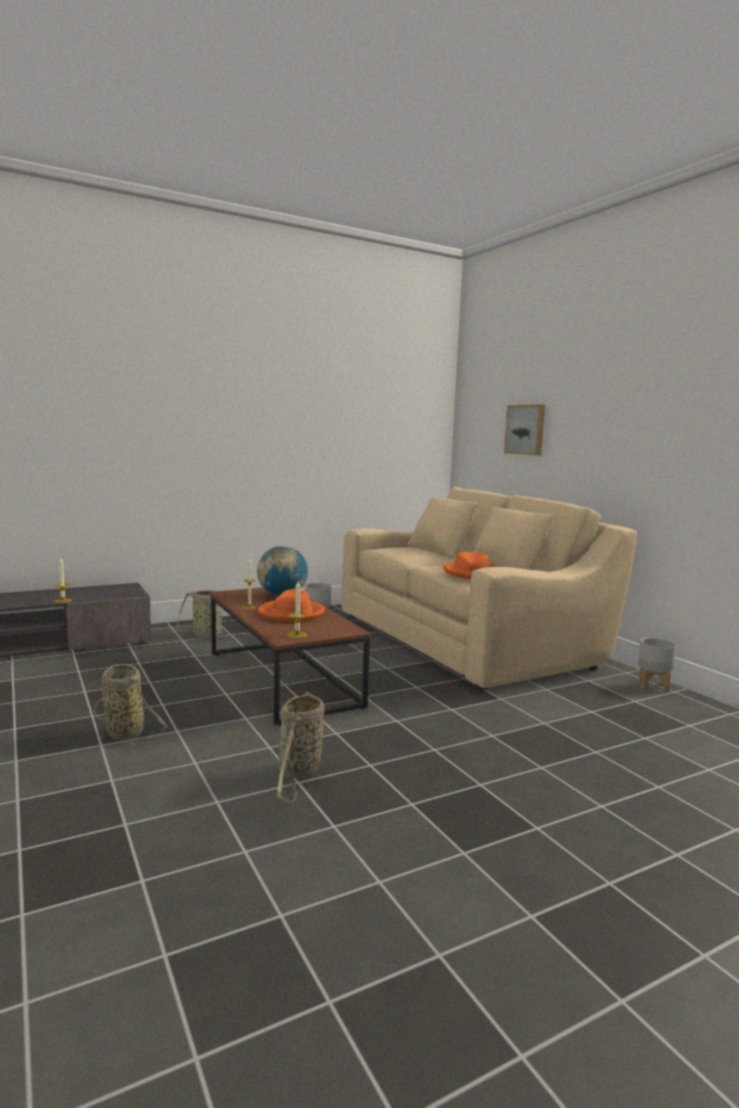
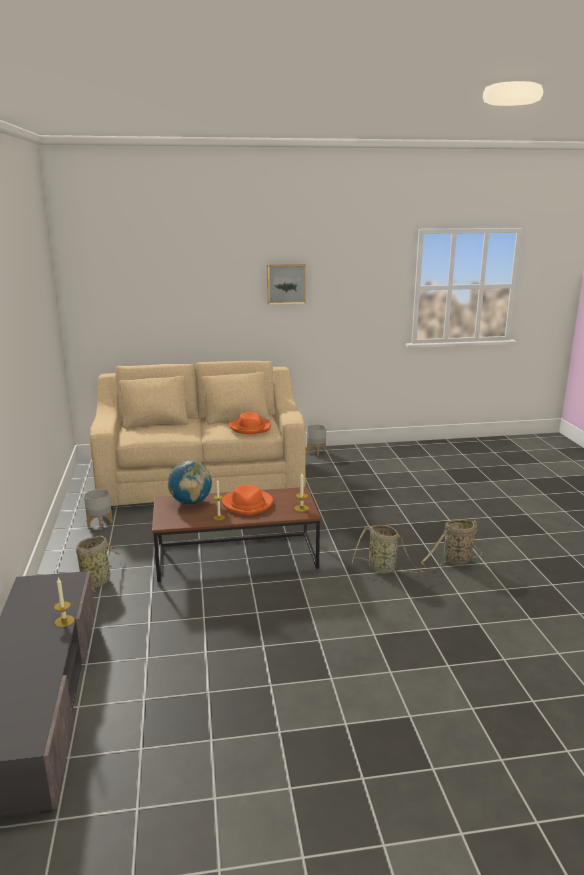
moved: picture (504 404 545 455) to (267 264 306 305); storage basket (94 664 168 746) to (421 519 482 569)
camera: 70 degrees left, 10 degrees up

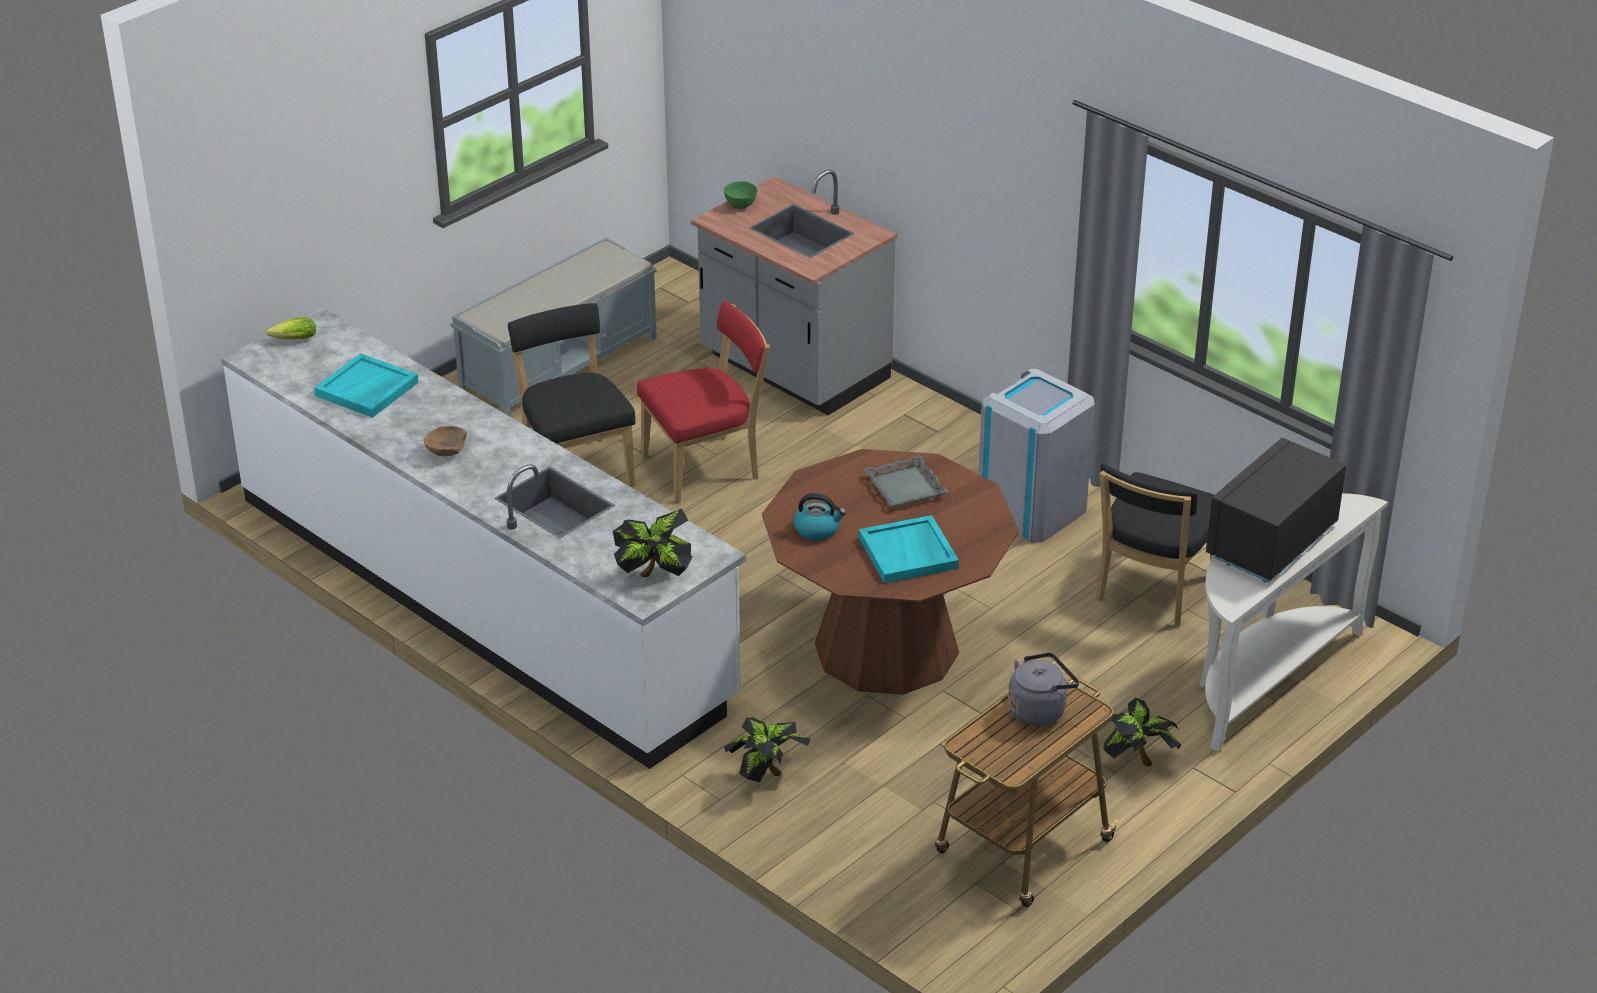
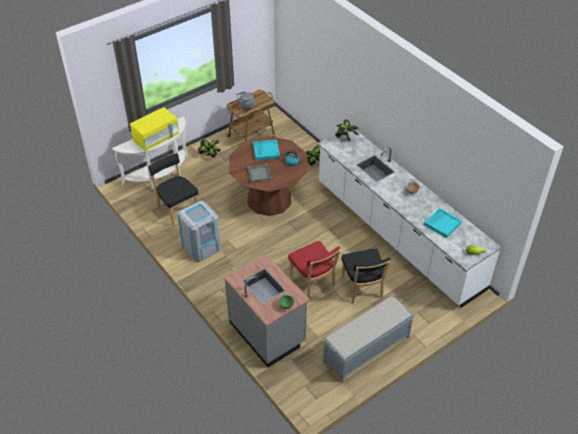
recoloured: kitchen microwave in blackish (1206 437 1346 583) to kitchen microwave in yellowish (130 107 179 151)
turned: upright chair in red (637 301 770 503) = (288 241 341 298) 105 degrees counterclockwise; upright chair in blackish (1096 464 1214 626) = (148 153 199 226) 75 degrees counterclockwise
camera: 170 degrees left, 10 degrees up

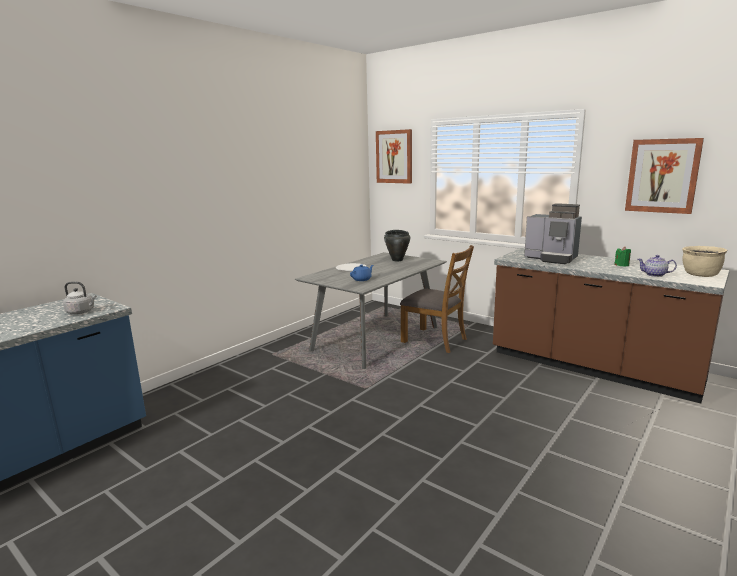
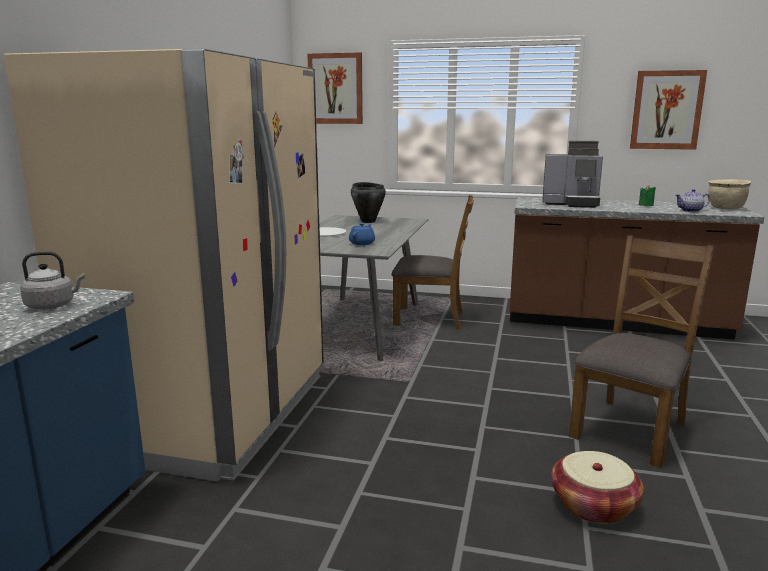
added: kitchen fridge in beige-coloured (4 49 324 482); upright chair in brown-coloured (569 235 715 468); storage basket (551 451 644 524)
camera: 25 degrees left, 0 degrees up

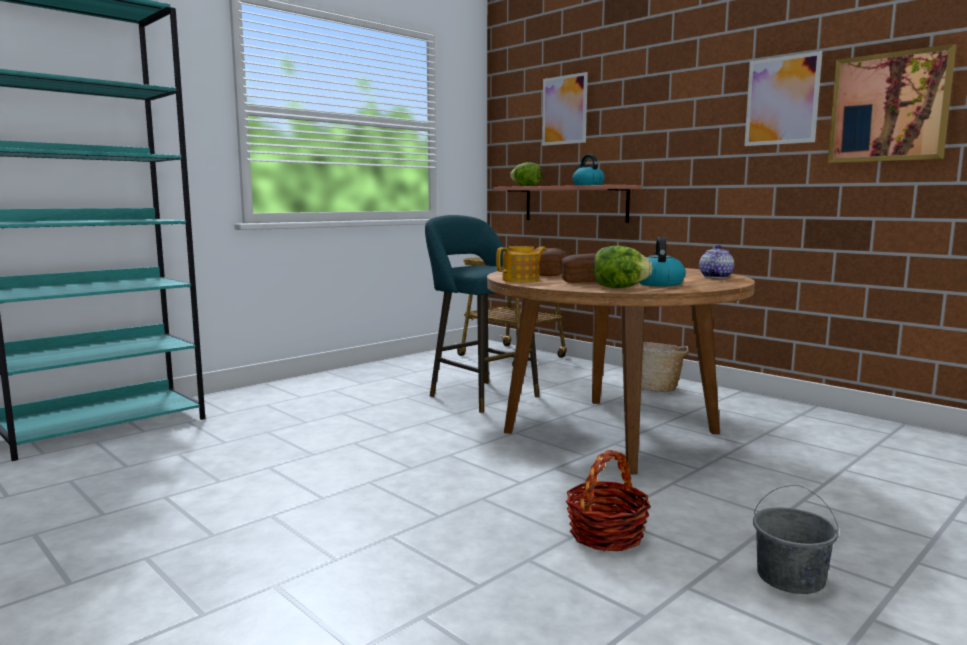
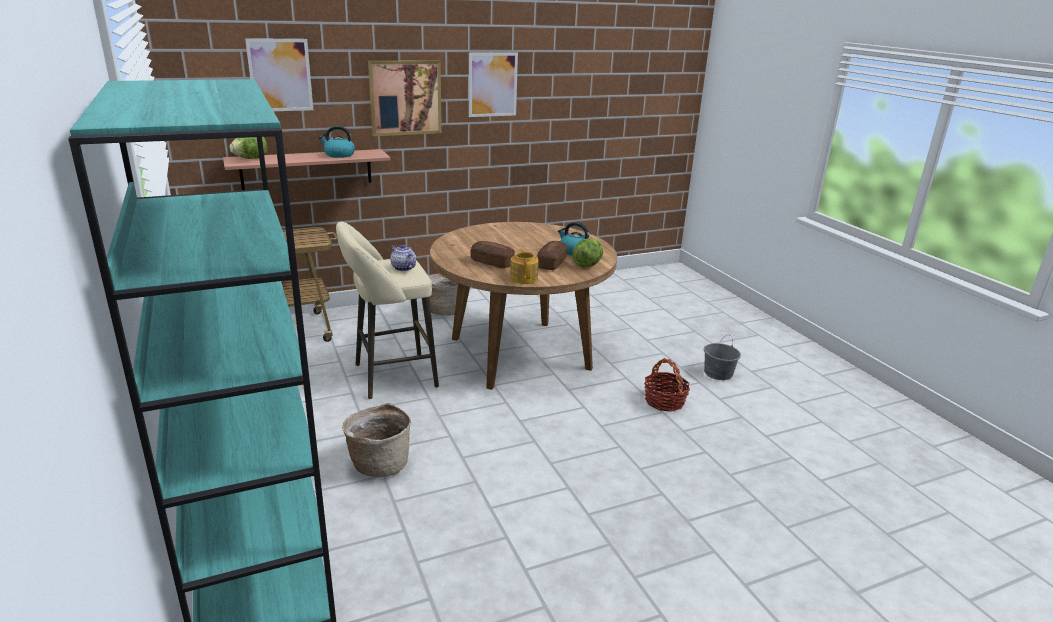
added: storage basket (342 403 411 477)
moved: picture (828 44 956 163) to (368 60 442 136); teapot (699 245 734 278) to (390 245 416 271)
recoloured: sitting stool in turquoise (425 215 539 413) to sitting stool in beige-coloured (336 222 439 399)
camera: 70 degrees left, 15 degrees up

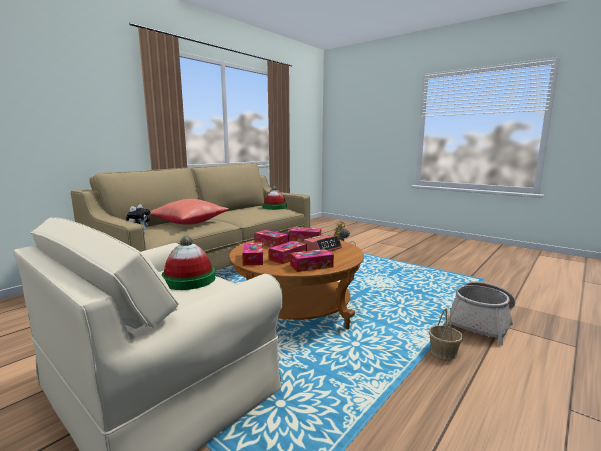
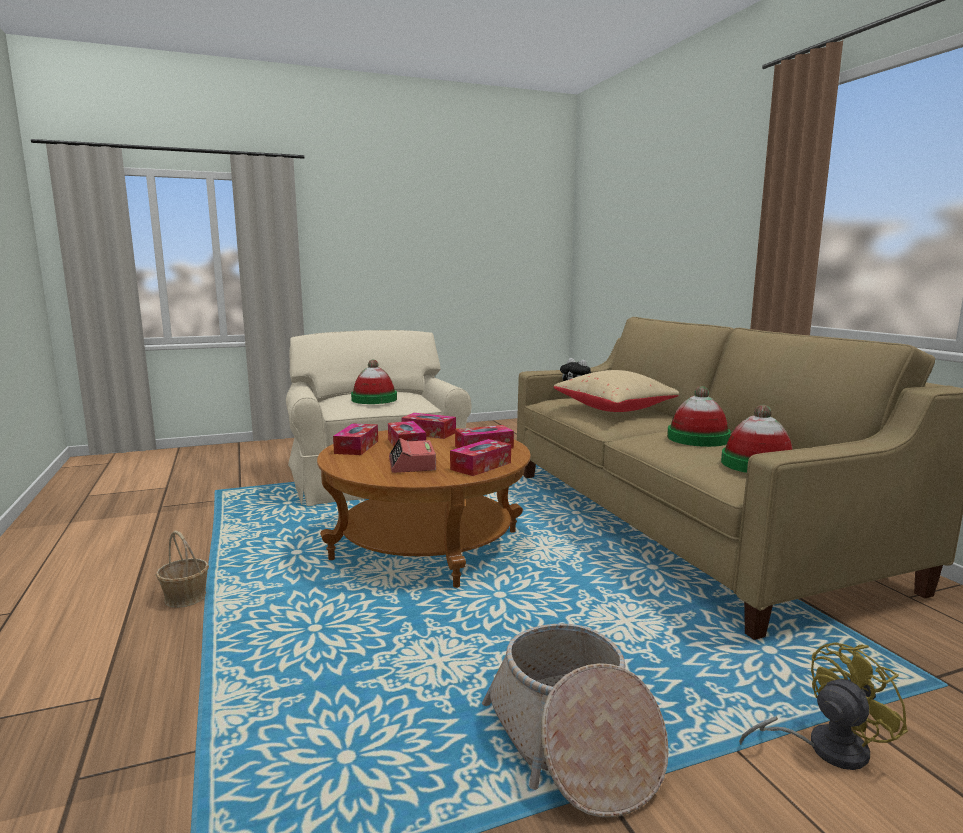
added: hat (667 386 731 447)
moved: storage basket (444 281 515 345) to (482 623 669 817)
recoloured: throw pillow in red (149 199 229 225) to throw pillow in beige-coloured (554 370 679 412)
camera: 120 degrees right, 0 degrees up

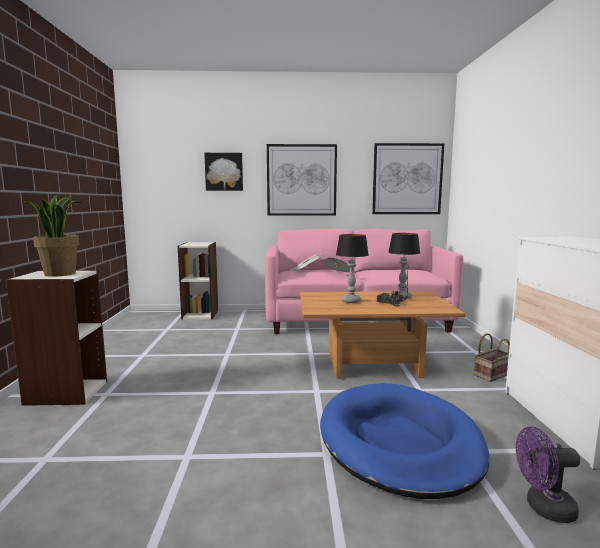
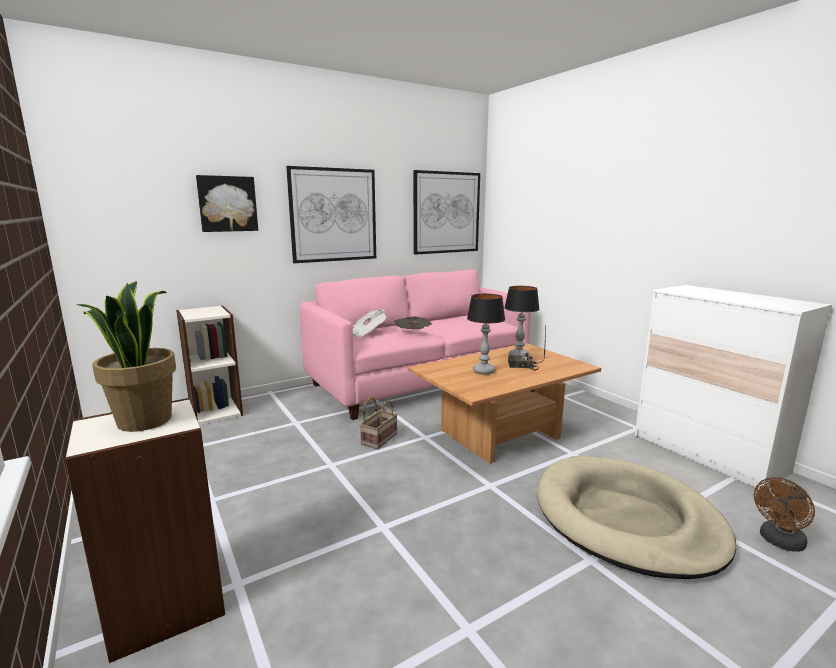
moved: storage basket (474 333 510 382) to (359 397 398 449)
recoloured: pet bed in blue-coloured (320 383 489 499) to pet bed in beige-coloured (537 456 736 579); fan in purplish (516 426 580 523) to fan in brown-coloured (754 477 815 552)
camera: 30 degrees left, 5 degrees up

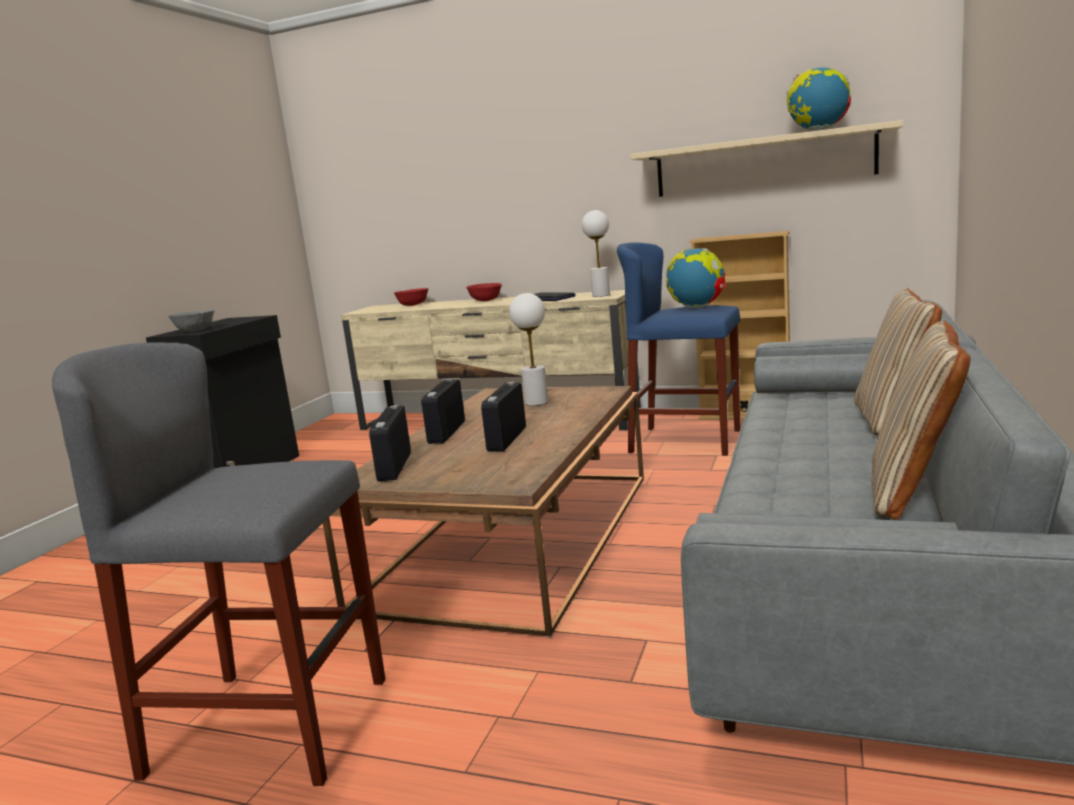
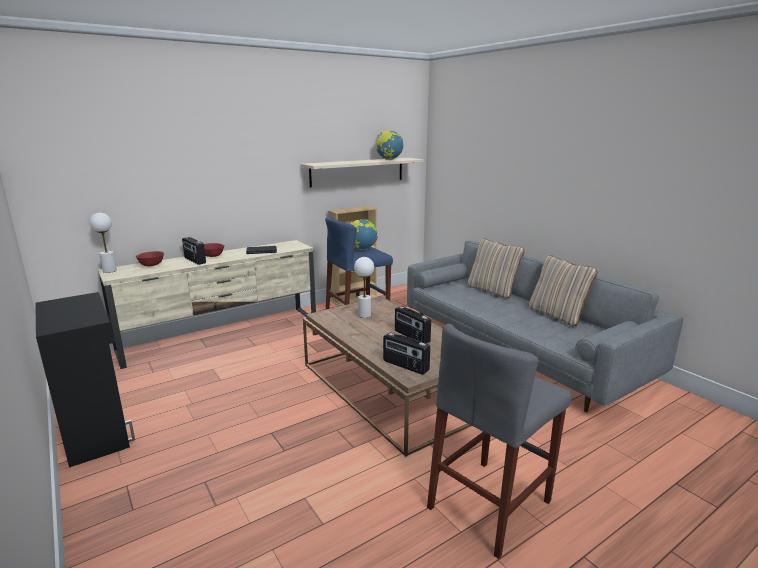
removed: serving bowl in gray (168 310 214 332)
moved: table lamp in white-coloured (582 210 610 297) to (90 213 117 273); radio set (421 378 465 444) to (182 237 206 265)
camera: 55 degrees left, 5 degrees up

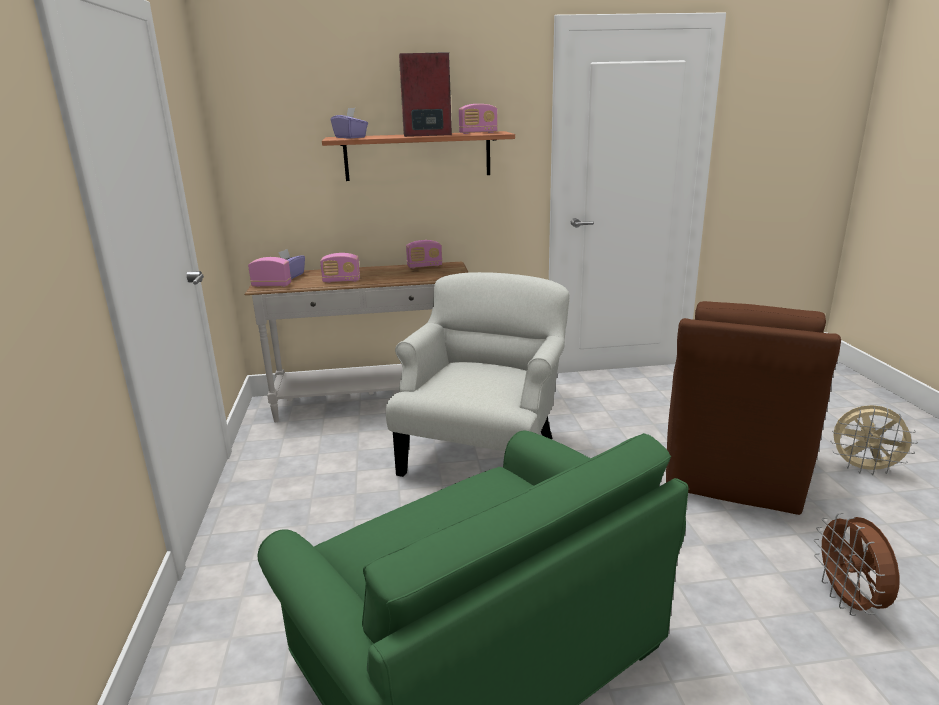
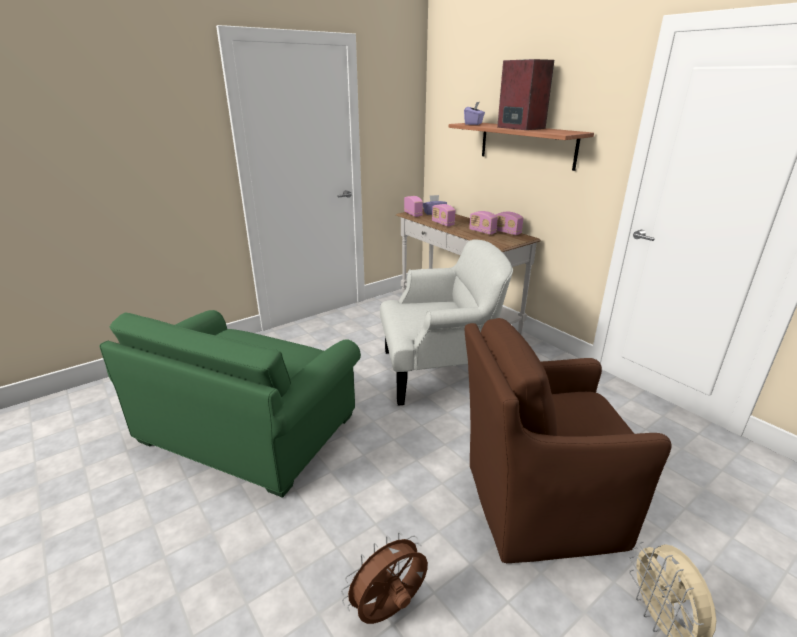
moved: radio set (459 104 498 134) to (469 211 498 235)
camera: 60 degrees right, 5 degrees up

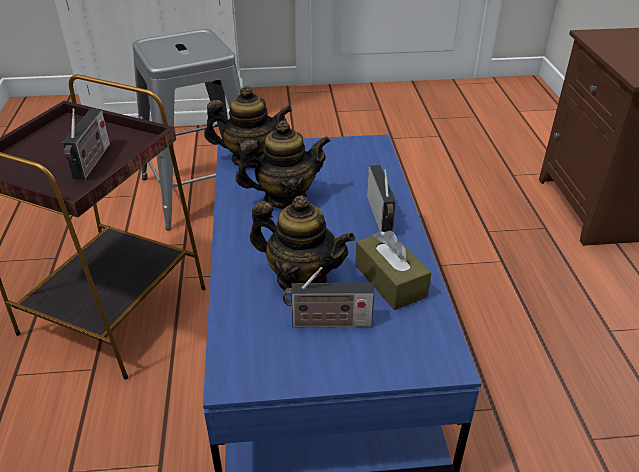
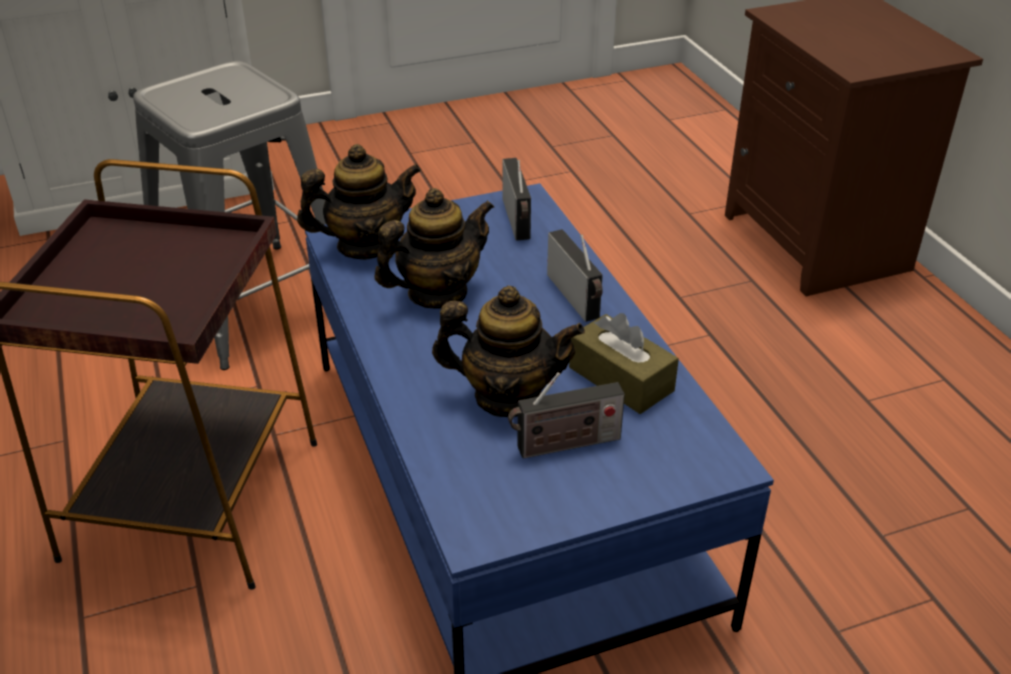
moved: radio set (62 109 110 180) to (502 158 531 241)
camera: 15 degrees left, 0 degrees up

